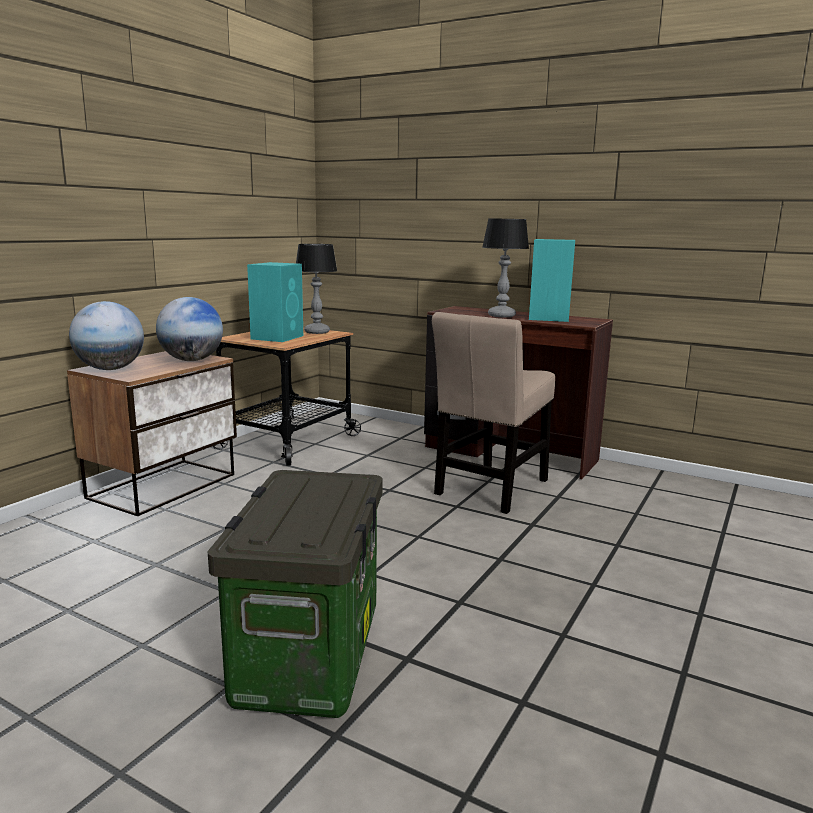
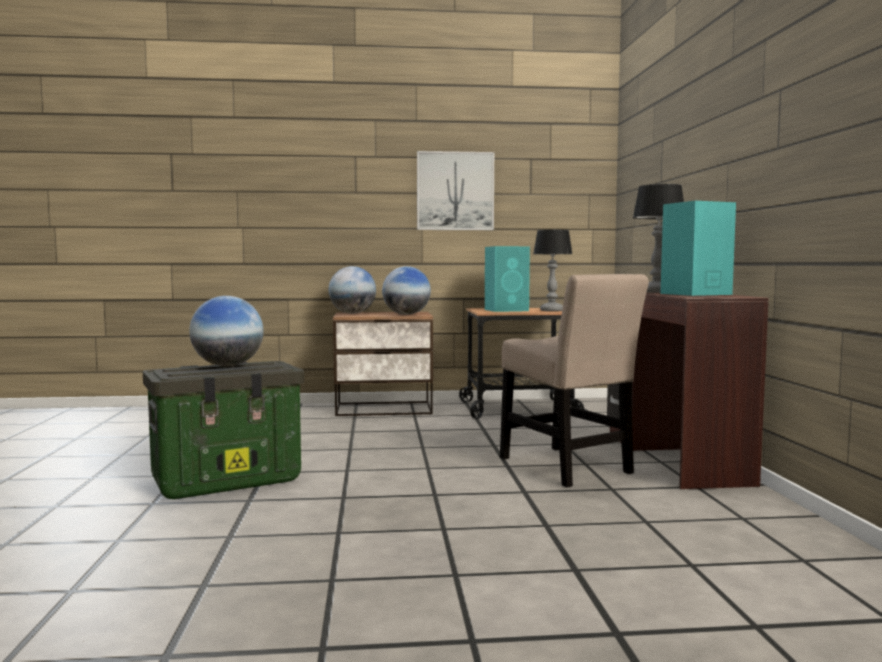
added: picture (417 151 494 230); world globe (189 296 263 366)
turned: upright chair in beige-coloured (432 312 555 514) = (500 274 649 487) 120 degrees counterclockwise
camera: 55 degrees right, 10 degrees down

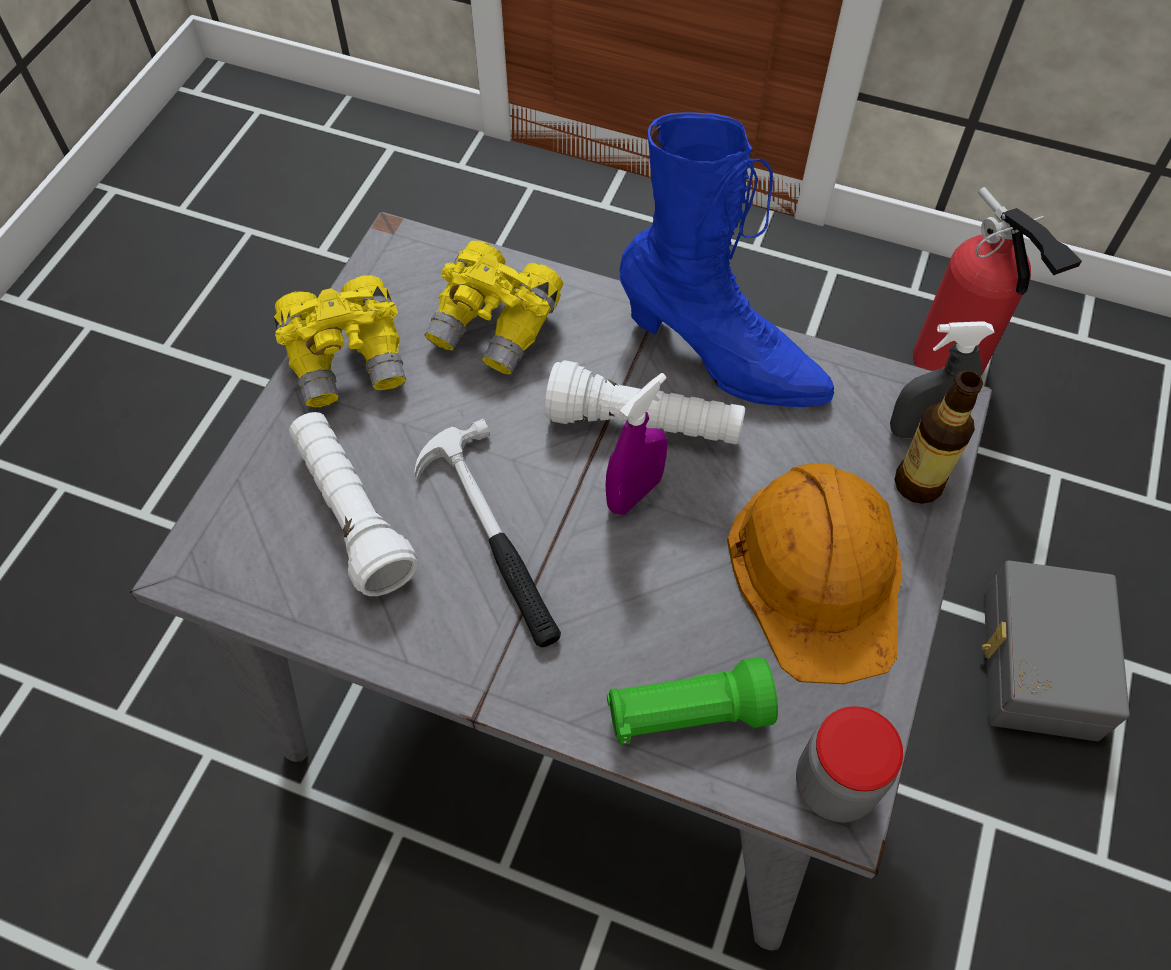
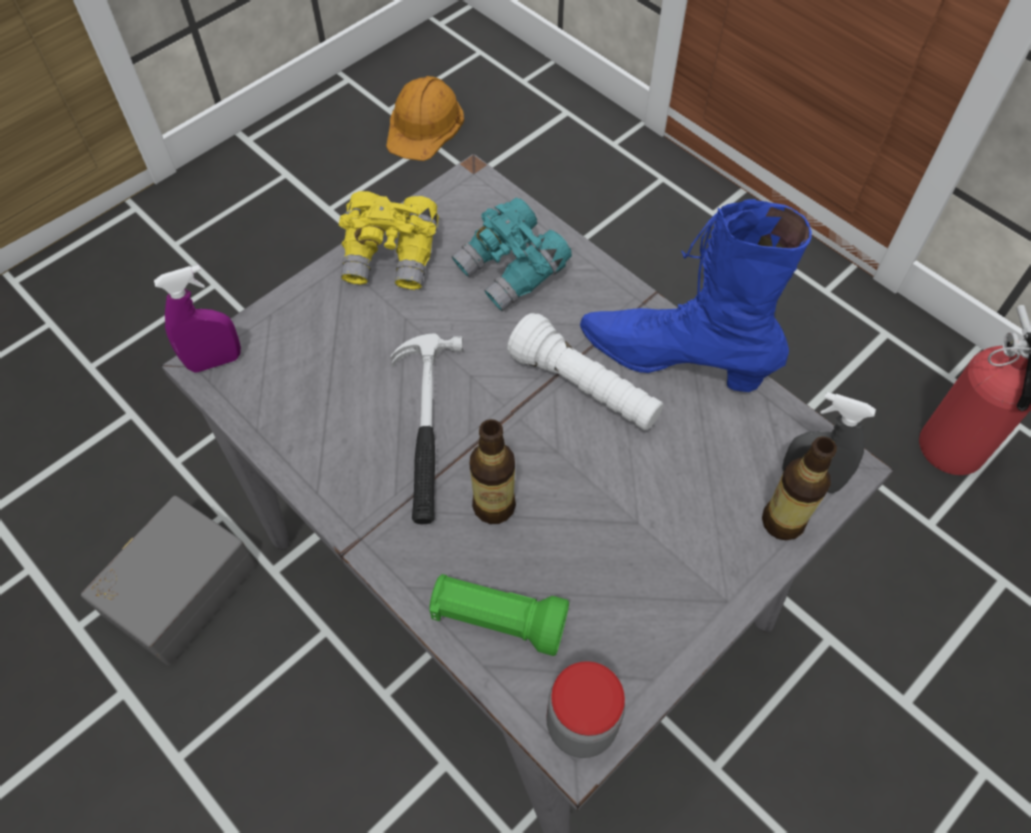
removed: flashlight in white-coloured (289 412 418 596)
added: beverage bottle (469 419 516 524)
moved: hand sprayer in purplish (606 373 667 515) to (154 265 241 373); safety helmet in orange-coloured (727 463 902 684) to (386 76 464 161); storage container in gray (982 560 1130 741) to (81 496 256 665)
recoloured: field glasses in yellowish (424 240 563 375) to field glasses in turquoise (452 198 572 312)
turned: high-top boot in blue-coloured (619 112 834 407) = (580 199 812 392) 150 degrees clockwise
camera: 25 degrees right, 0 degrees up

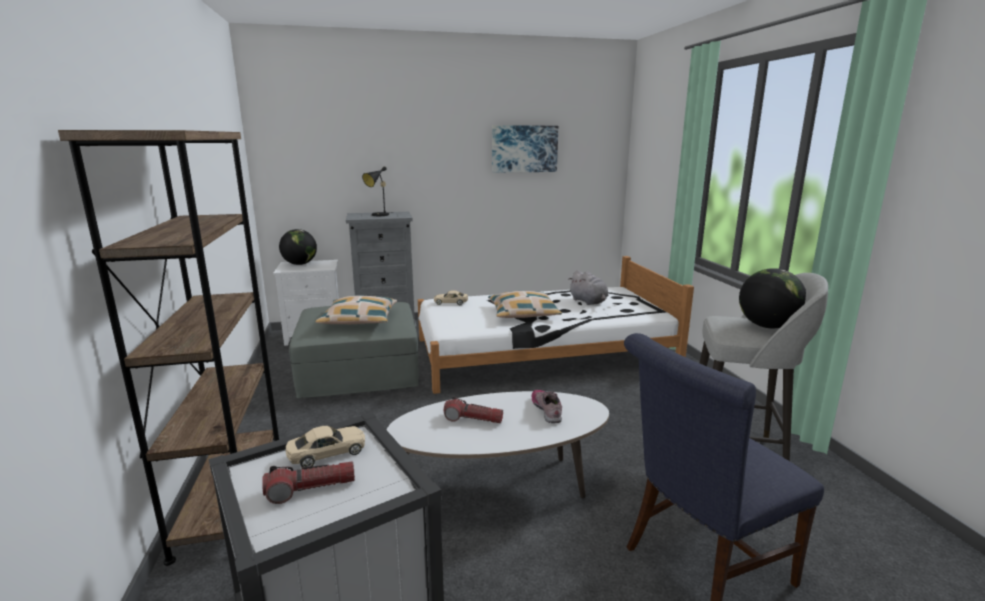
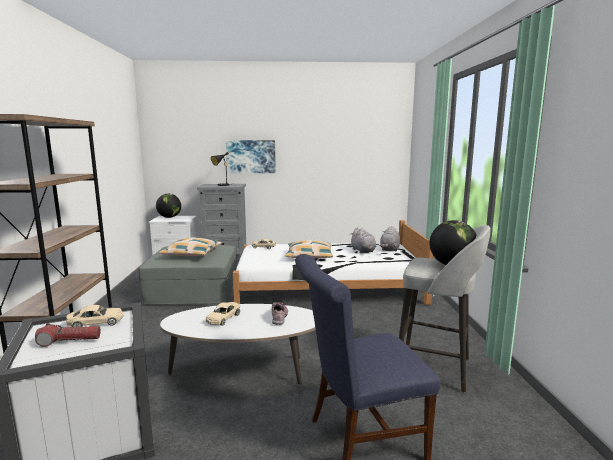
added: cuddly toy in gray (380 226 400 251)
moved: picture (492 125 558 173) to (226 140 276 173)
replaced: flashlight (444 397 503 423) to miniature car in beige-coloured (206 302 240 326)
camera: 10 degrees right, 5 degrees down

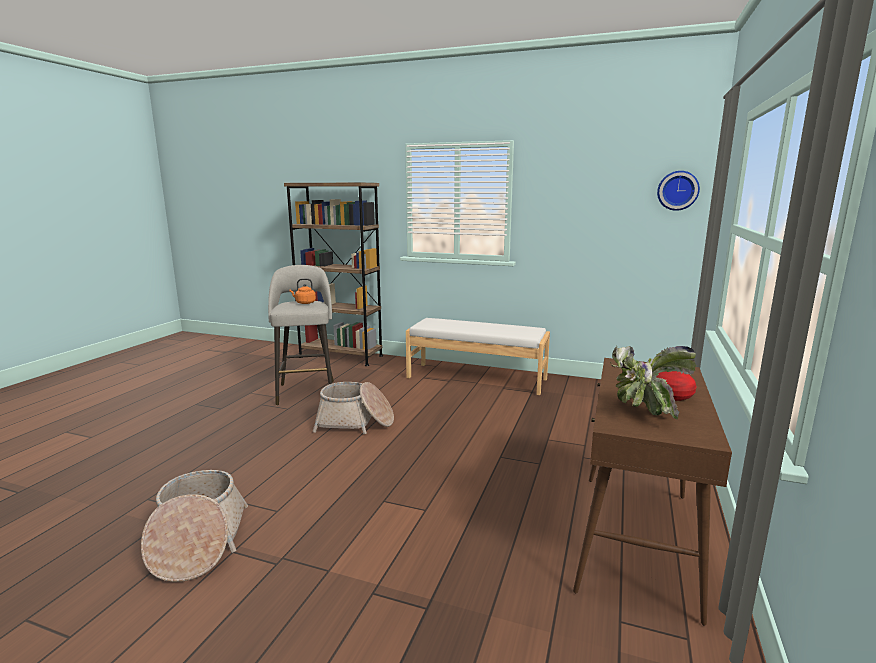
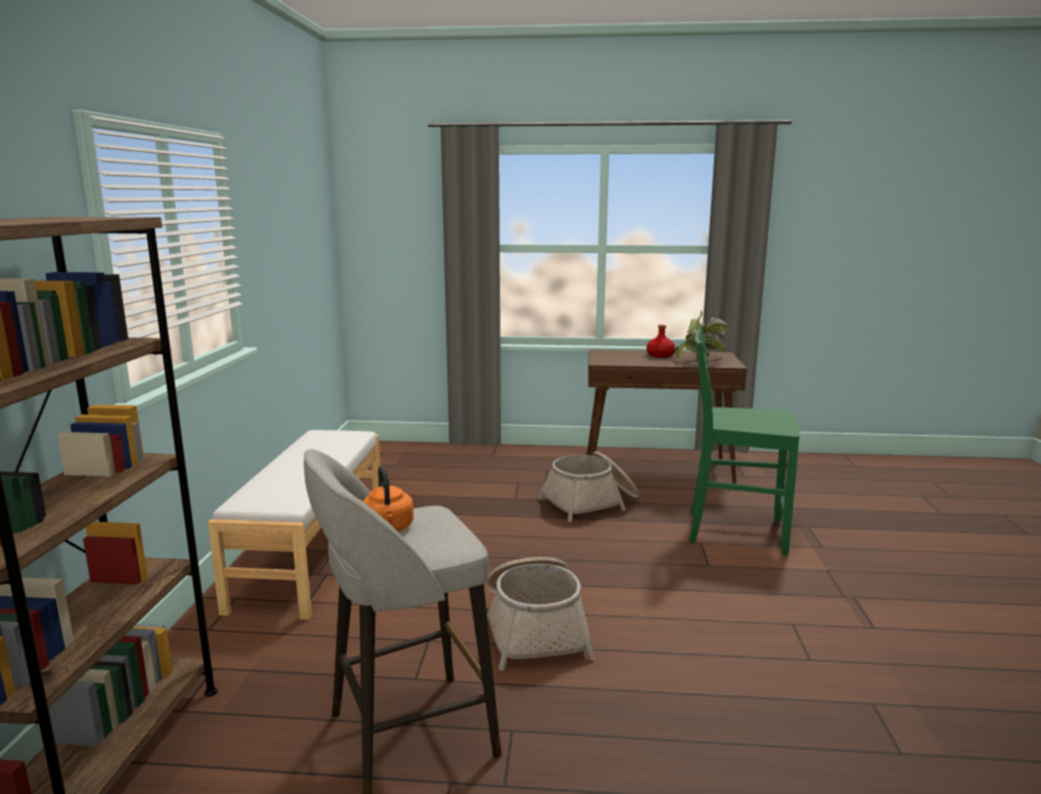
removed: wall clock (657 171 700 211)
added: upright chair in greenish (689 327 800 555)
moved: storage basket (141 470 248 582) to (538 451 639 522)
camera: 105 degrees left, 0 degrees up

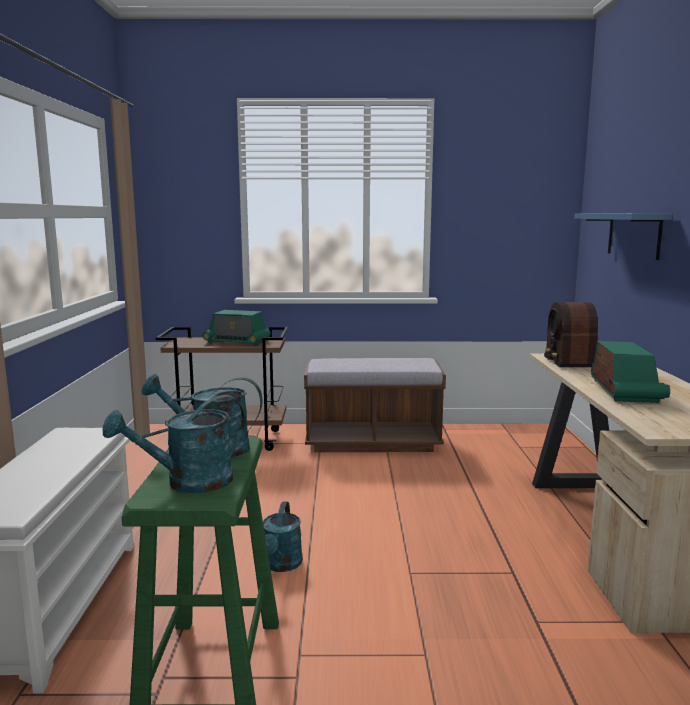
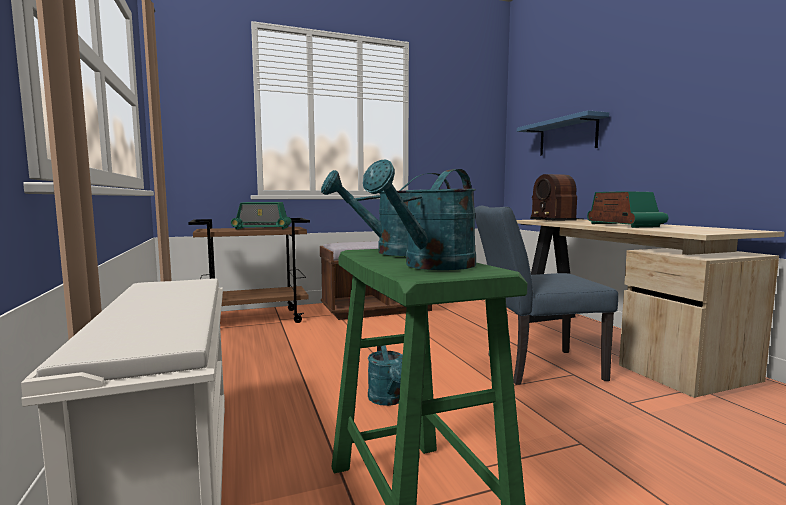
added: upright chair in blue-coloured (475 206 618 385)
camera: 20 degrees left, 5 degrees down

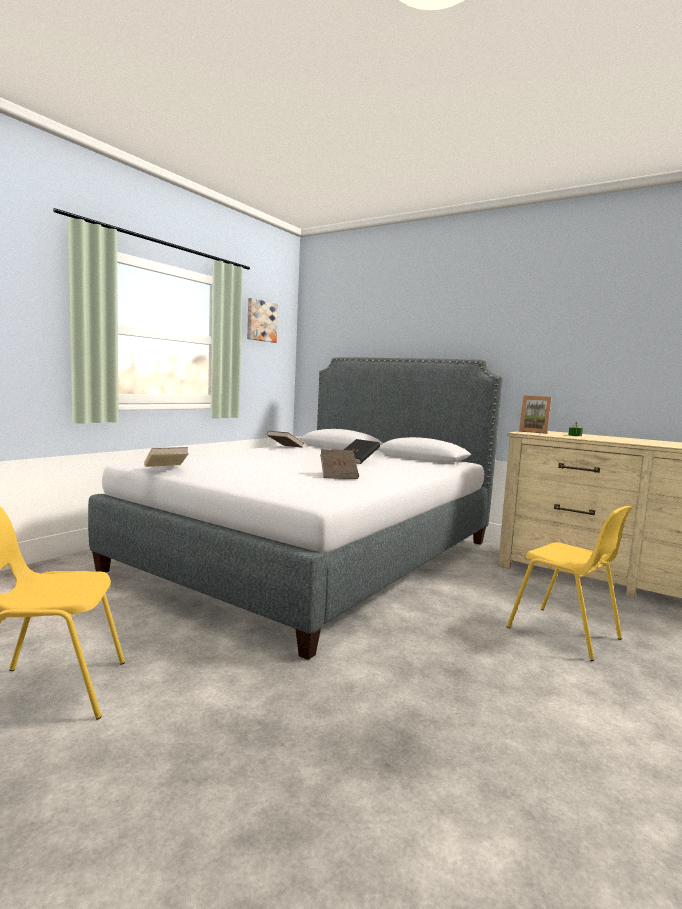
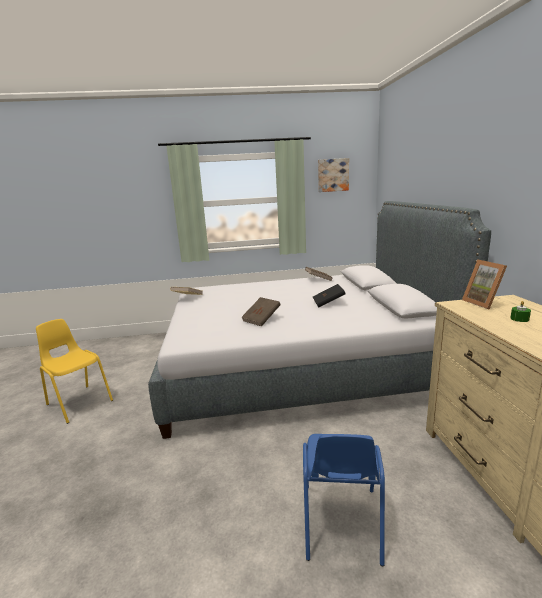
recoloured: upright chair in yellowish (507 506 632 661) to upright chair in blue-coloured (303 434 385 566)
camera: 50 degrees right, 10 degrees up

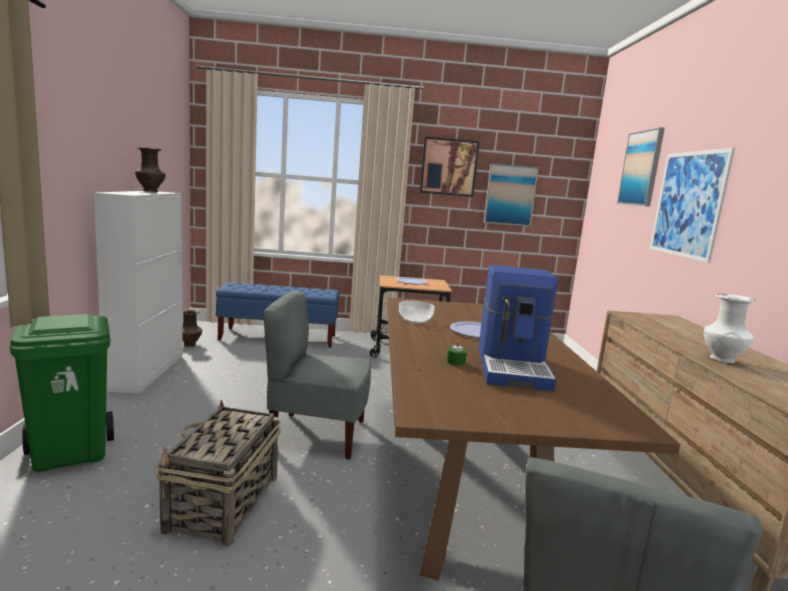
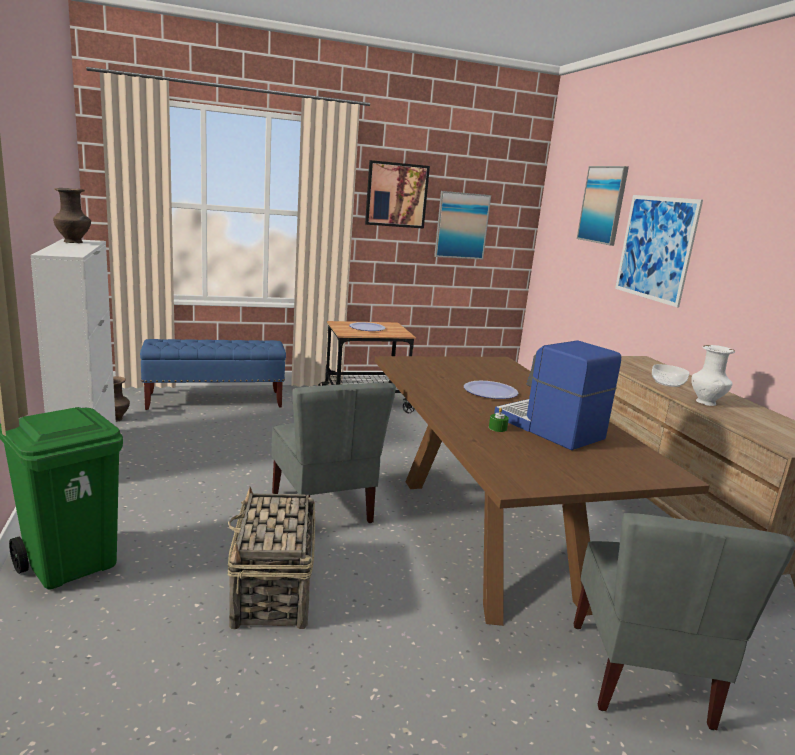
moved: serving bowl (399 301 435 323) to (652 364 689 387)
turned: coffee machine (478 265 558 392) = (494 341 621 450) 150 degrees clockwise; upright chair in gray (263 291 371 460) = (272 383 396 523) 105 degrees counterclockwise
camera: 15 degrees left, 5 degrees up

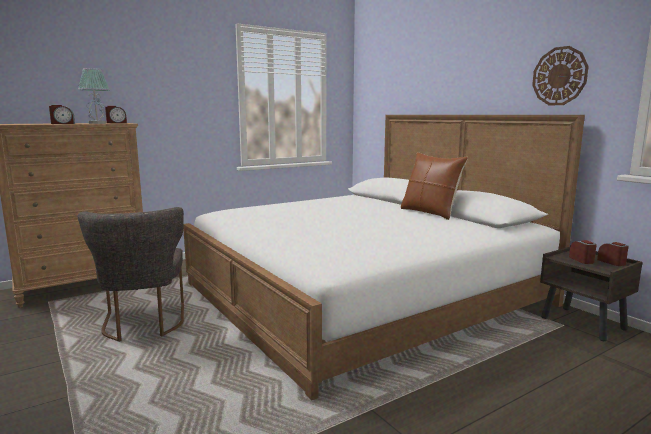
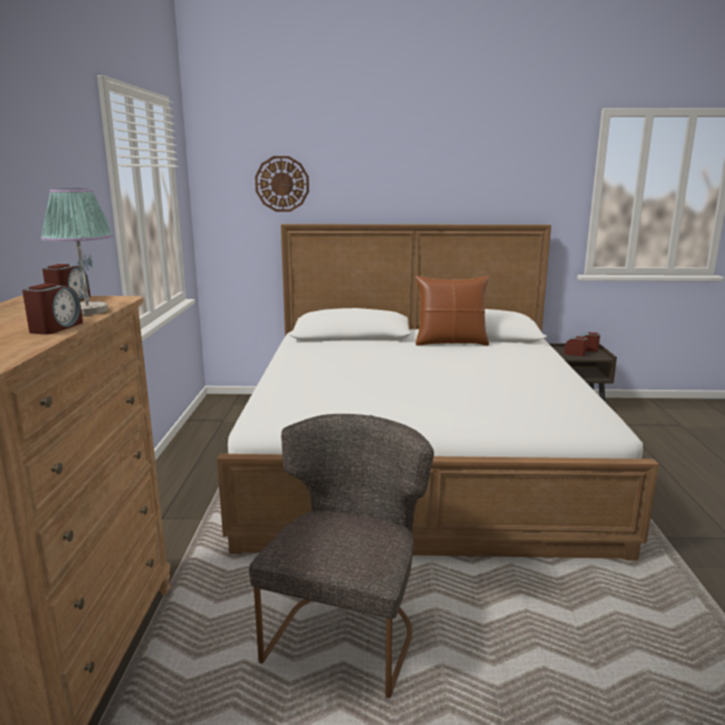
moved: wall clock (532 46 589 105) to (255 156 309 212)
turned: upright chair in gray (78 207 184 342) = (249 414 434 698) 90 degrees counterclockwise
camera: 55 degrees left, 5 degrees up

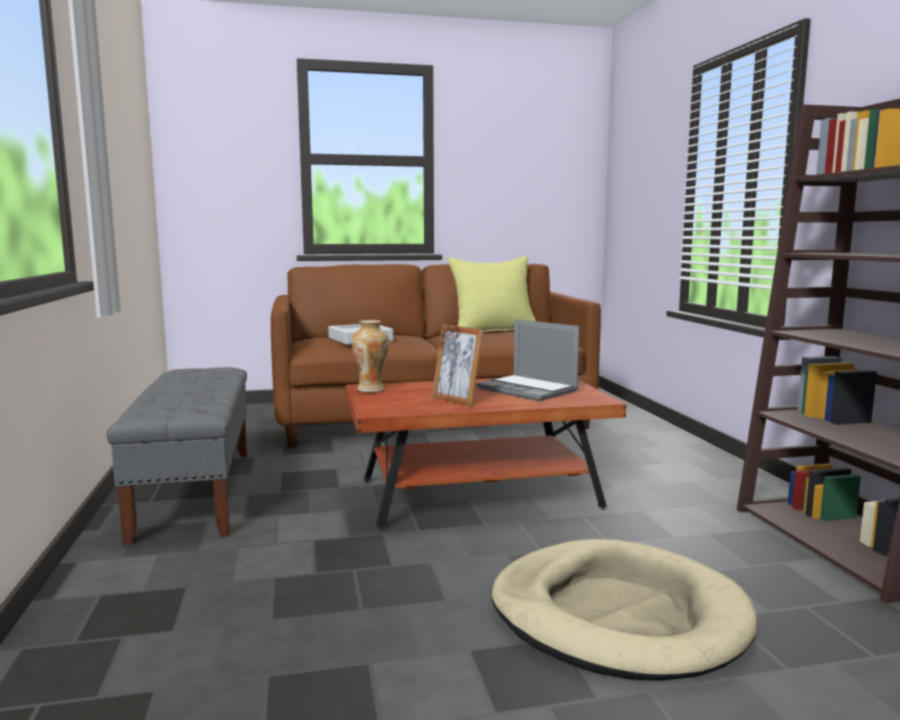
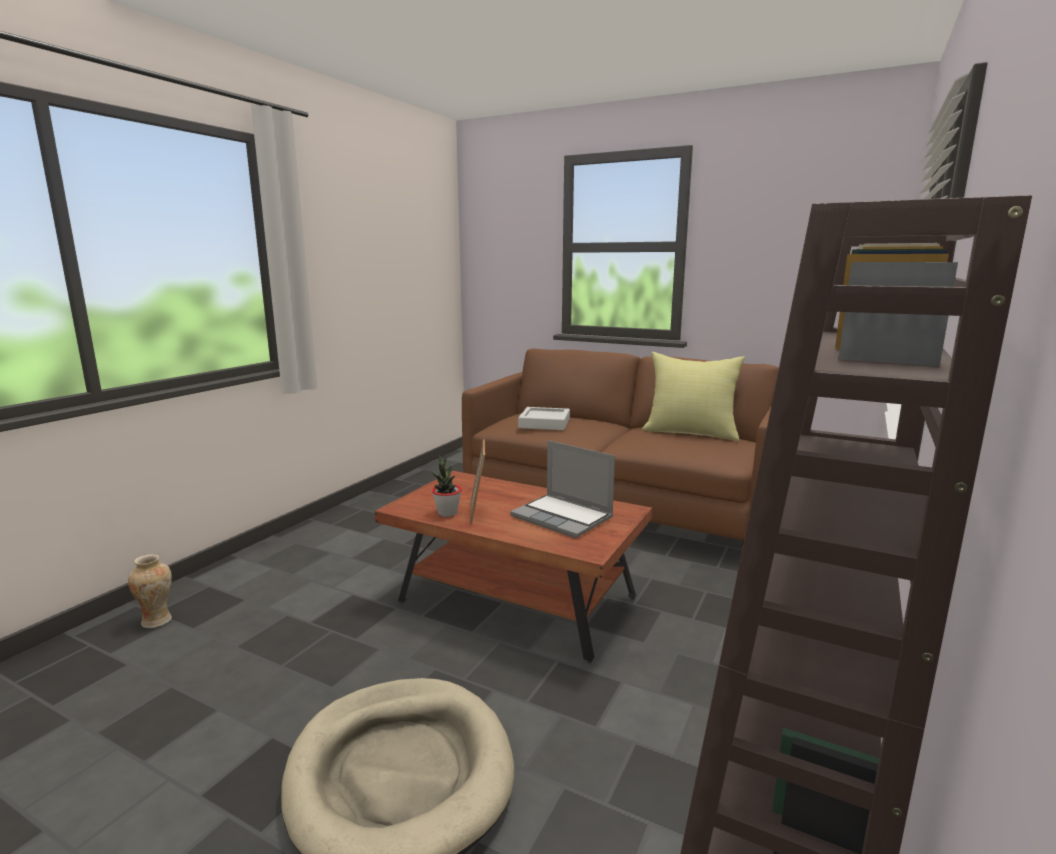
removed: bench in gray (107 367 247 546)
added: plant in a pot (432 455 462 517)
moved: flower vase (352 320 389 392) to (128 554 172 628)
turned: portable computer (476 319 580 401) = (510 440 615 538) 45 degrees counterclockwise
camera: 40 degrees right, 5 degrees up

